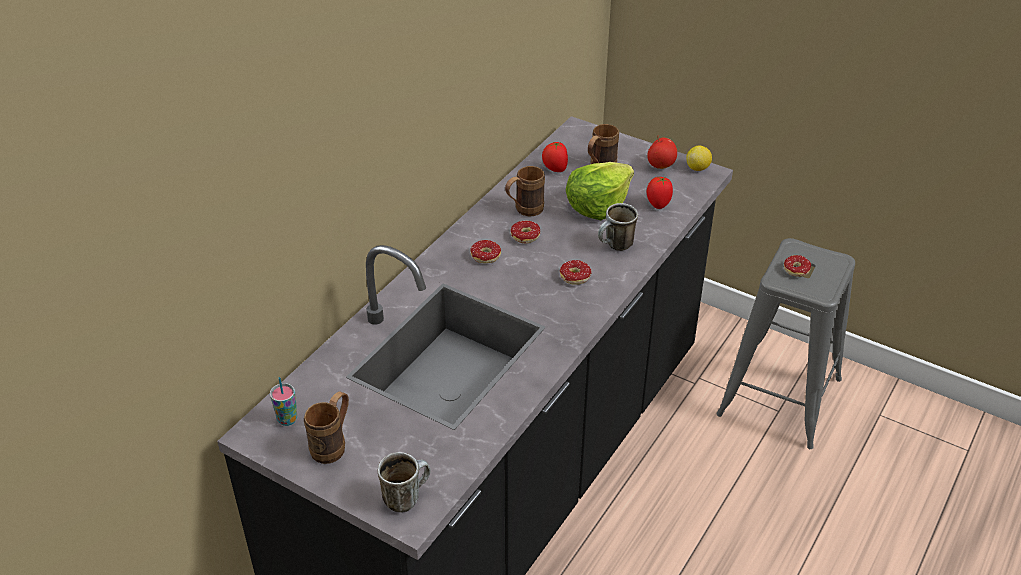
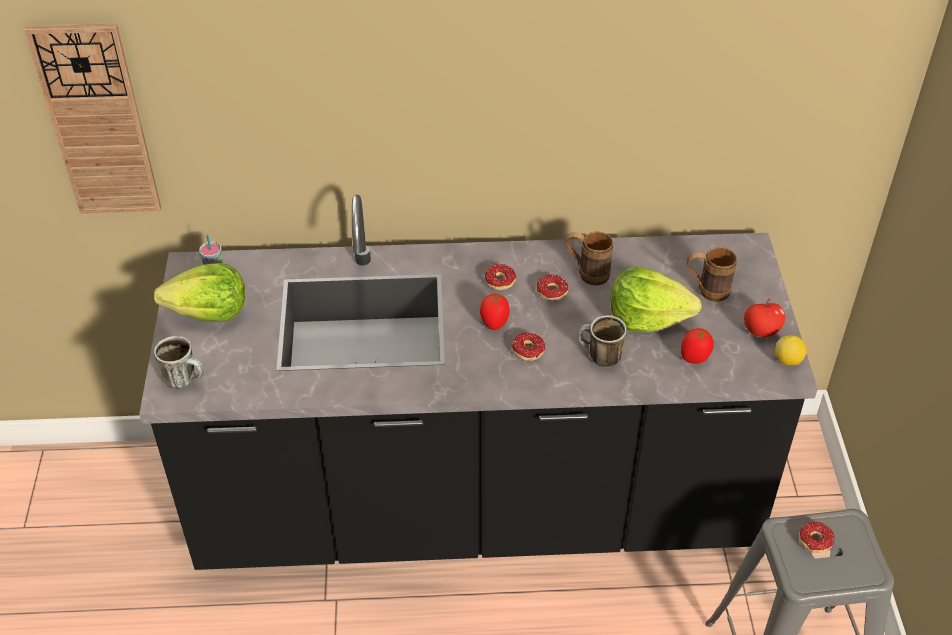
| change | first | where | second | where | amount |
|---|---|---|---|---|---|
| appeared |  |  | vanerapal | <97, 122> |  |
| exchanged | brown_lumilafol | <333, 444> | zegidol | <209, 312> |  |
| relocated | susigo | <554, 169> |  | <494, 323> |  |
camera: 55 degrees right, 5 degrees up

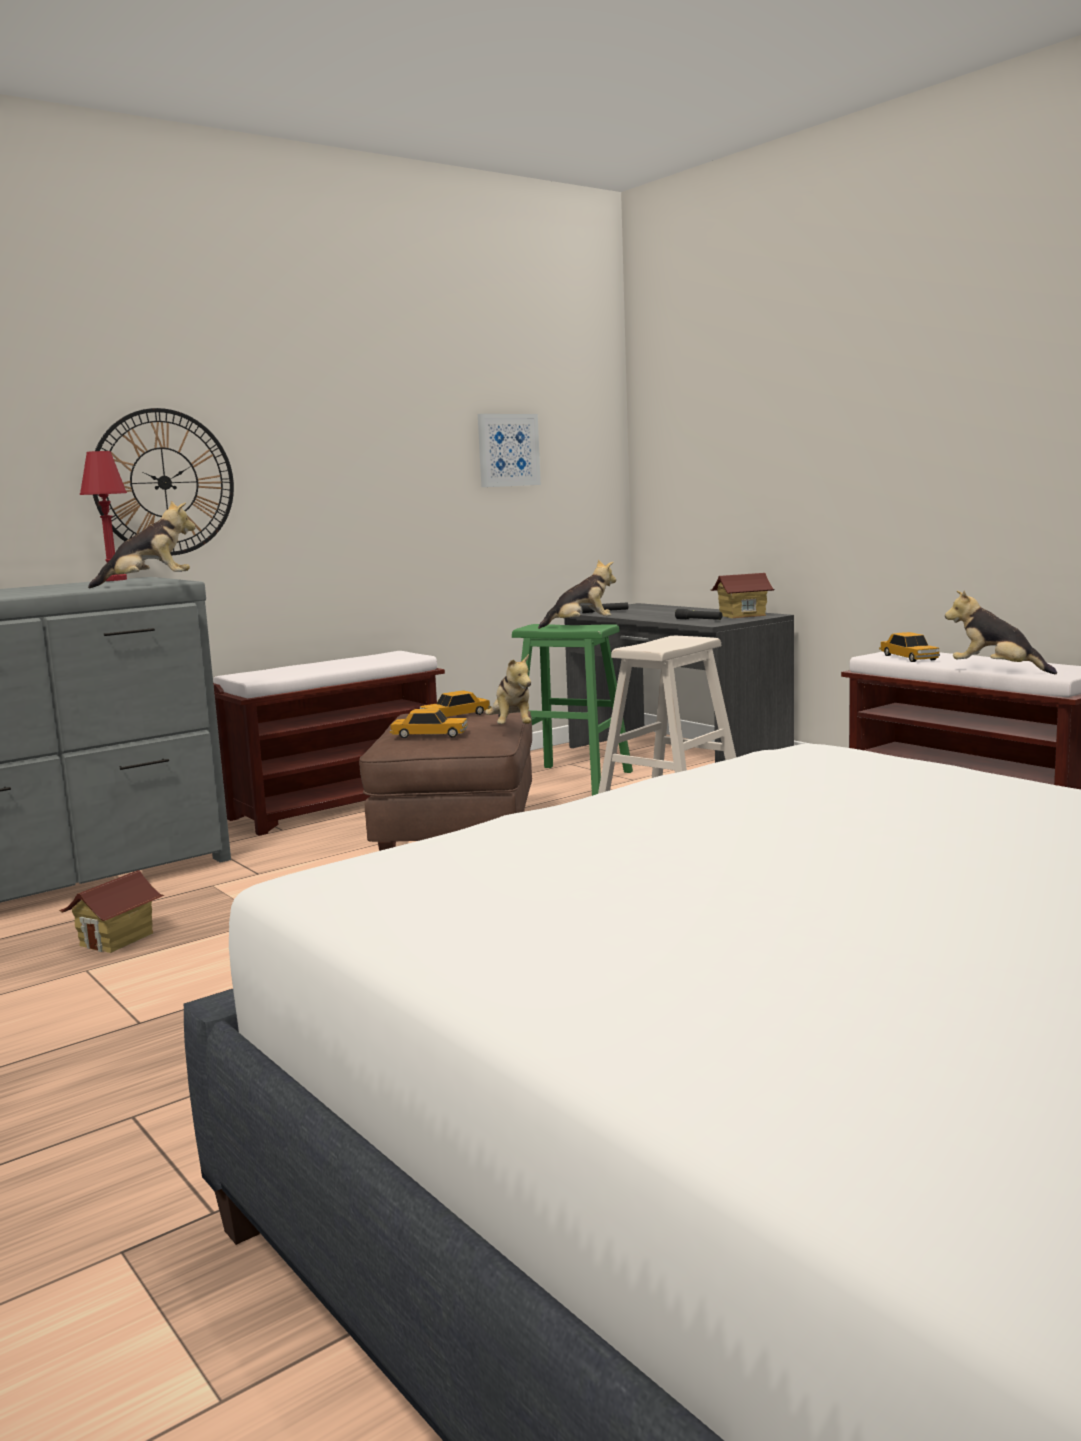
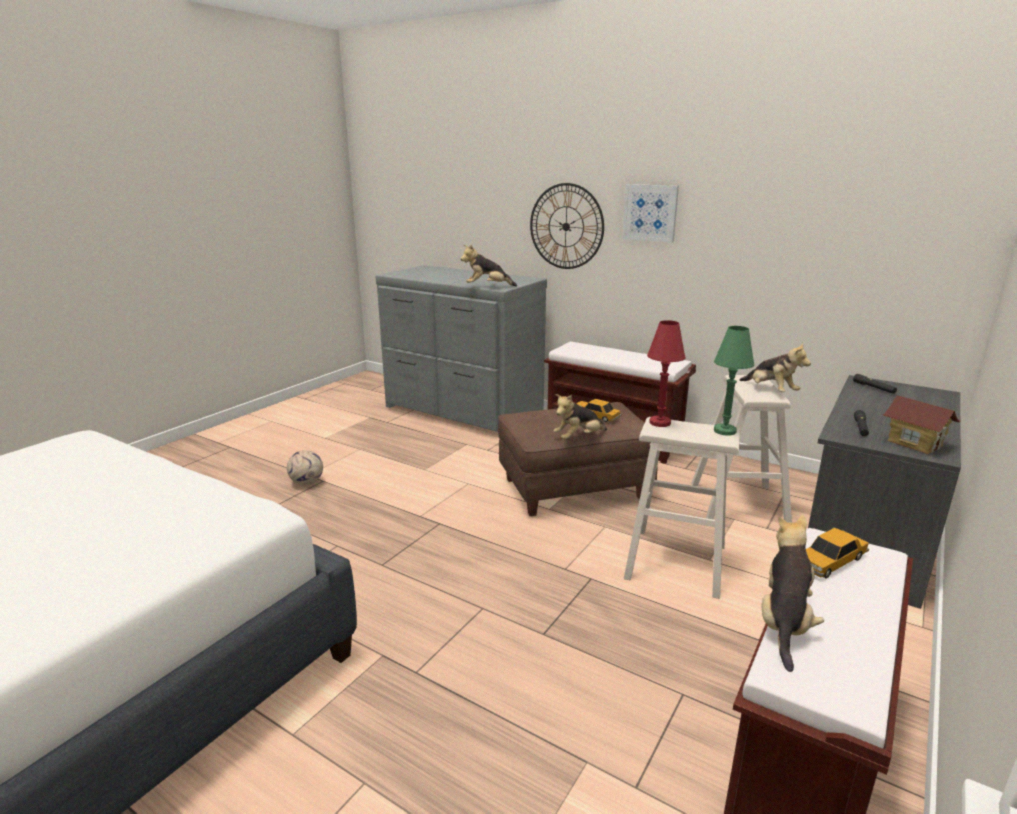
| change | first | where | second | where | amount |
|---|---|---|---|---|---|
| appeared |  |  | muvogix | <307, 482> |  |
| spun | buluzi | <148, 584> |  | <487, 287> | 120 degrees clockwise |
| relocated | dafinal | <508, 450> |  | <650, 213> |  |
| relocated | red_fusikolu | <113, 580> |  | <660, 422> |  |
| colour | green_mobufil | <571, 780> | beige_mobufil | <738, 502> |  |
| appeared |  |  | green_fusikolu | <724, 431> |  |
| missing | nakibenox | <117, 940> |  |  |  |
| missing | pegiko | <429, 735> |  |  |  |
camera: 70 degrees right, 10 degrees up

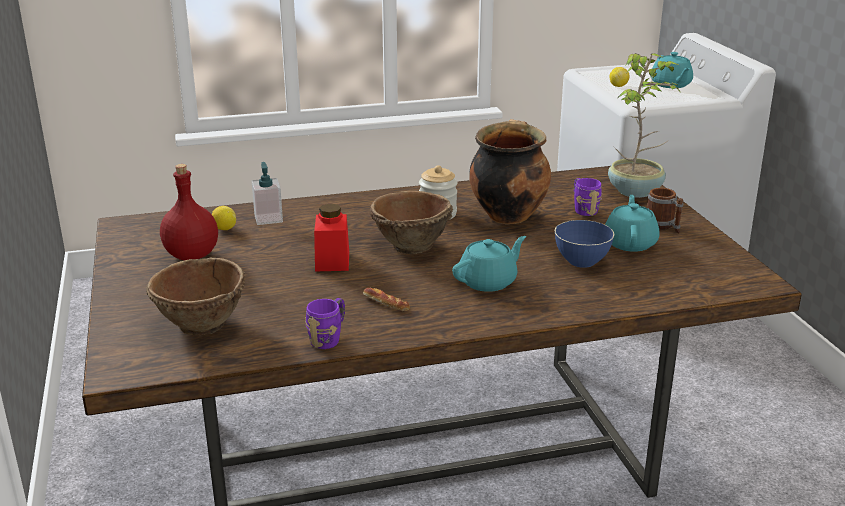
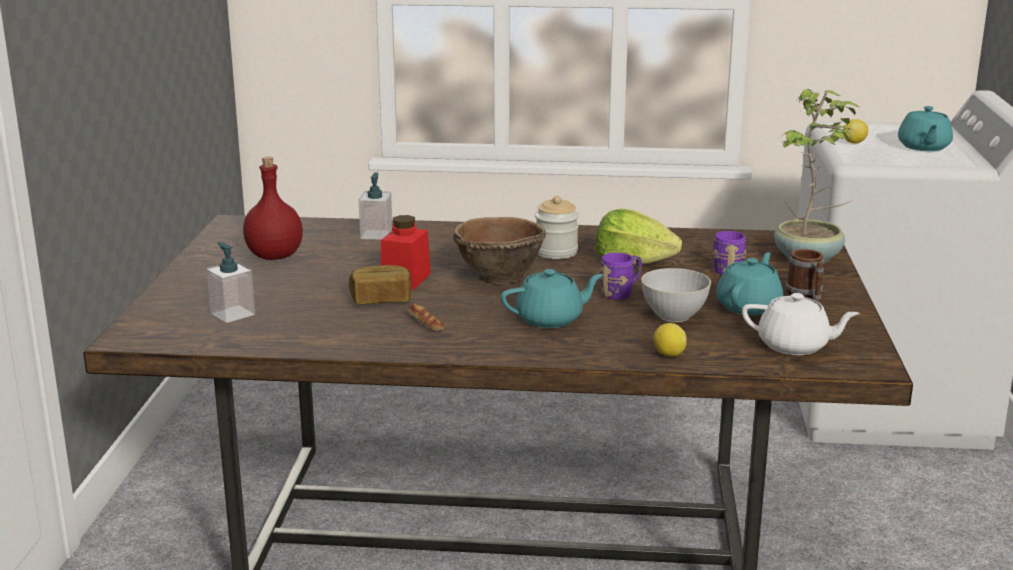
| change | first | where | second | where | amount |
|---|---|---|---|---|---|
| exchanged | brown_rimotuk | <201, 325> | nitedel | <232, 314> |  |
| appeared |  |  | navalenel | <381, 300> |  |
| exchanged | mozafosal | <507, 215> | zegidol | <633, 262> |  |
| relocated | purple_lumilafol | <329, 338> |  | <621, 293> |  |
| colour | blue_rimotuk | <581, 261> | grey_rimotuk | <674, 315> |  |
| relocated | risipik | <224, 229> |  | <669, 354> |  |
| appeared |  |  | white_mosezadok | <794, 346> |  |
camera: 20 degrees right, 5 degrees down

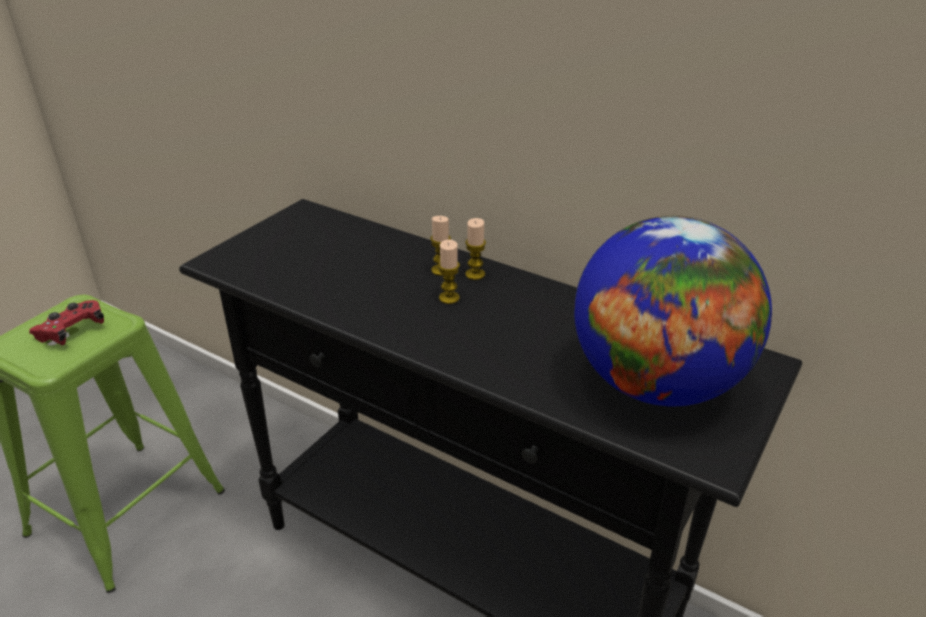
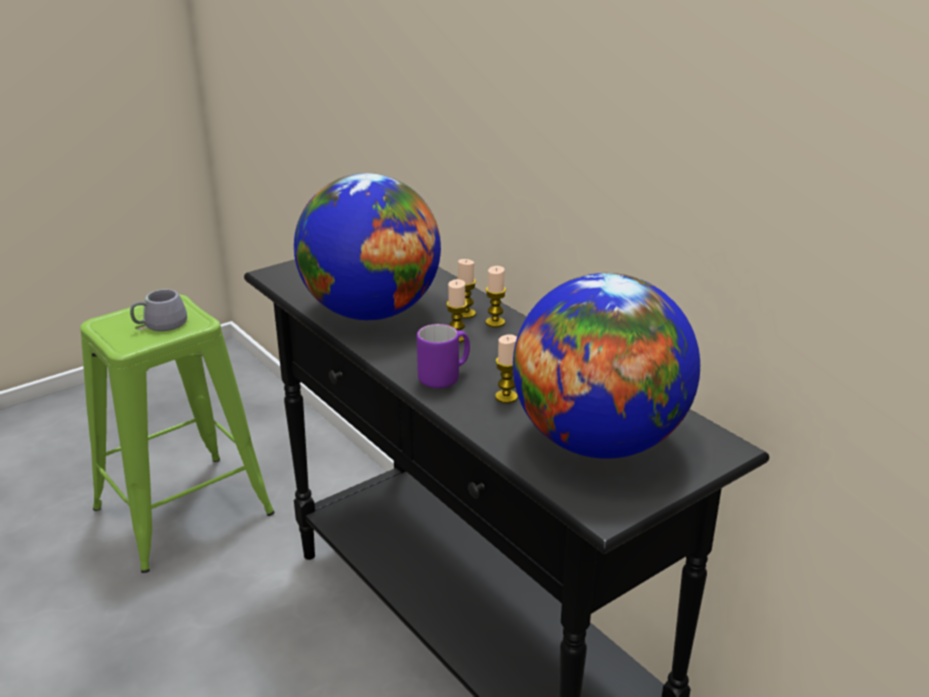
| change | first | where | second | where | amount |
|---|---|---|---|---|---|
| exchanged | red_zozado | <72, 332> | grey_lumilafol | <158, 322> |  |
| appeared |  |  | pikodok | <371, 312> |  |
| appeared |  |  | purple_lumilafol | <445, 377> |  |
| appeared |  |  | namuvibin | <506, 397> |  |
camera: 20 degrees right, 5 degrees down

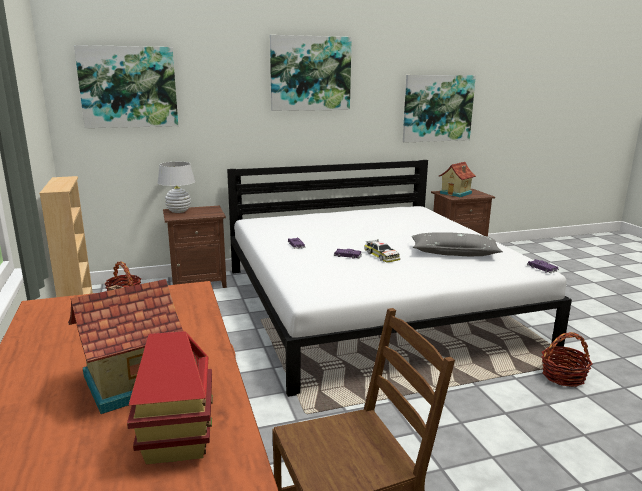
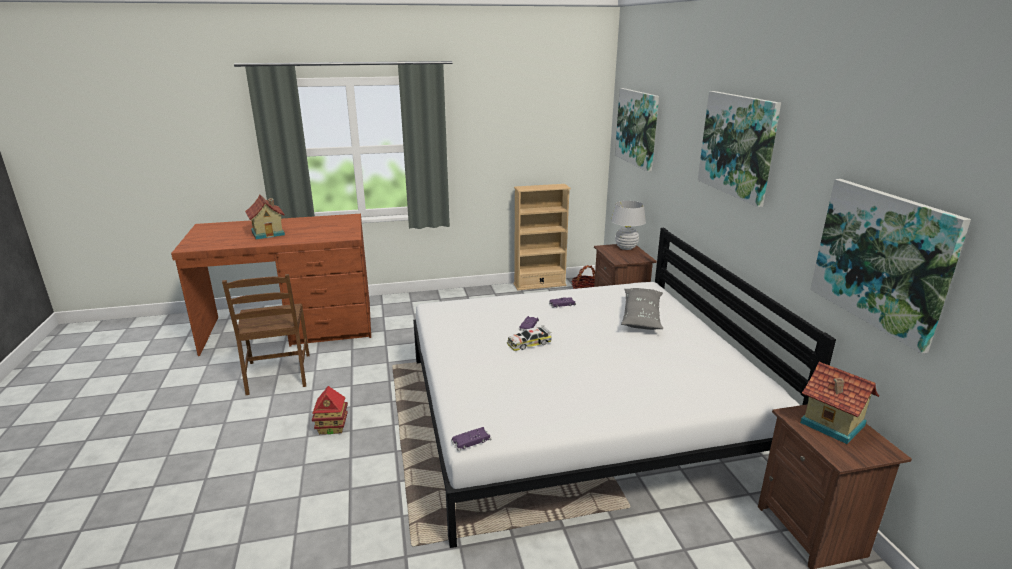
| change | first | where | second | where | amount |
|---|---|---|---|---|---|
| relocated | nakibenox | <177, 441> |  | <332, 427> |  |
| relocated | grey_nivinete | <454, 253> |  | <641, 316> |  |
| missing | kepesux | <563, 376> |  |  |  |
camera: 95 degrees right, 5 degrees up

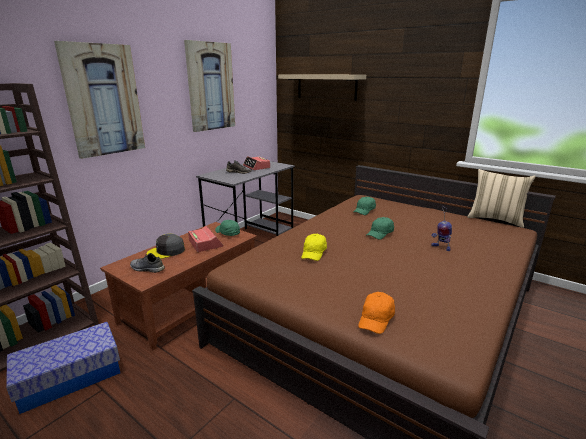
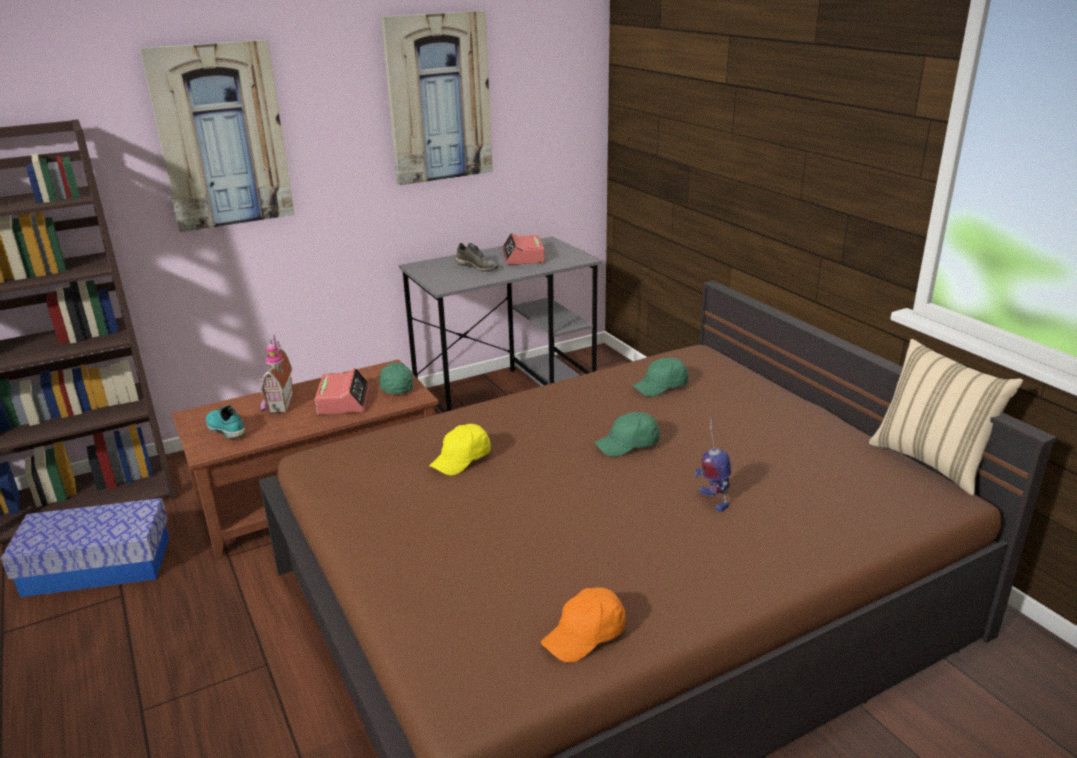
| change | first | where | second | where | amount |
|---|---|---|---|---|---|
| colour | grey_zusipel | <146, 269> | turquoise_zusipel | <225, 429> |  |
| exchanged | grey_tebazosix | <166, 251> | nakibenox | <276, 403> |  |
| relocated | orange_tebazosix | <376, 319> |  | <586, 636> |  |
| missing | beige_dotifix | <326, 87> |  |  |  |
camera: 25 degrees right, 5 degrees up

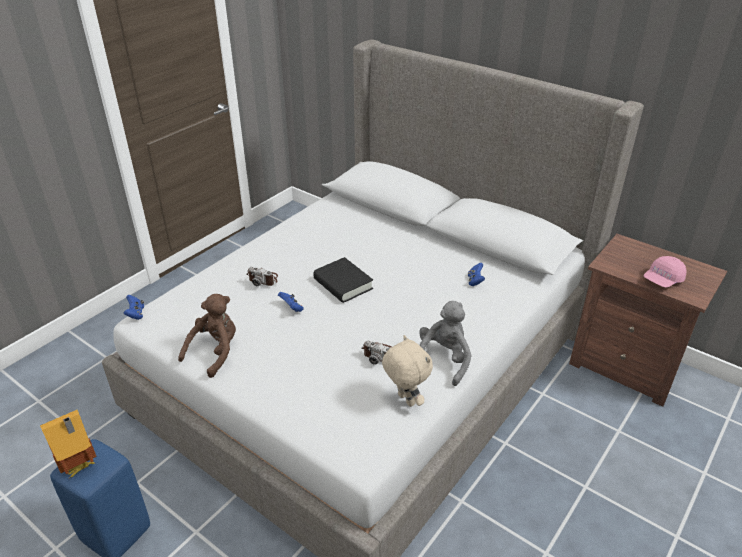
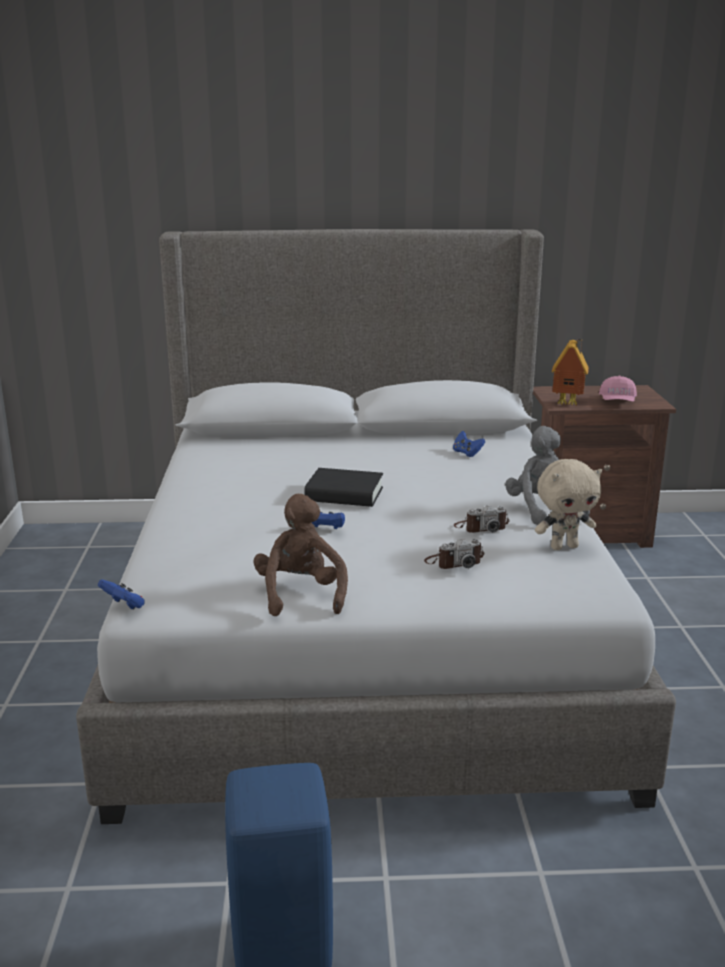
| change | first | where | second | where | amount |
|---|---|---|---|---|---|
| relocated | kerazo | <263, 279> |  | <454, 562> |  |
| spun | beige_buluzi | <405, 400> |  | <564, 546> | 150 degrees clockwise |
| relocated | nakibenox | <80, 467> |  | <569, 403> |  |
camera: 40 degrees left, 15 degrees down

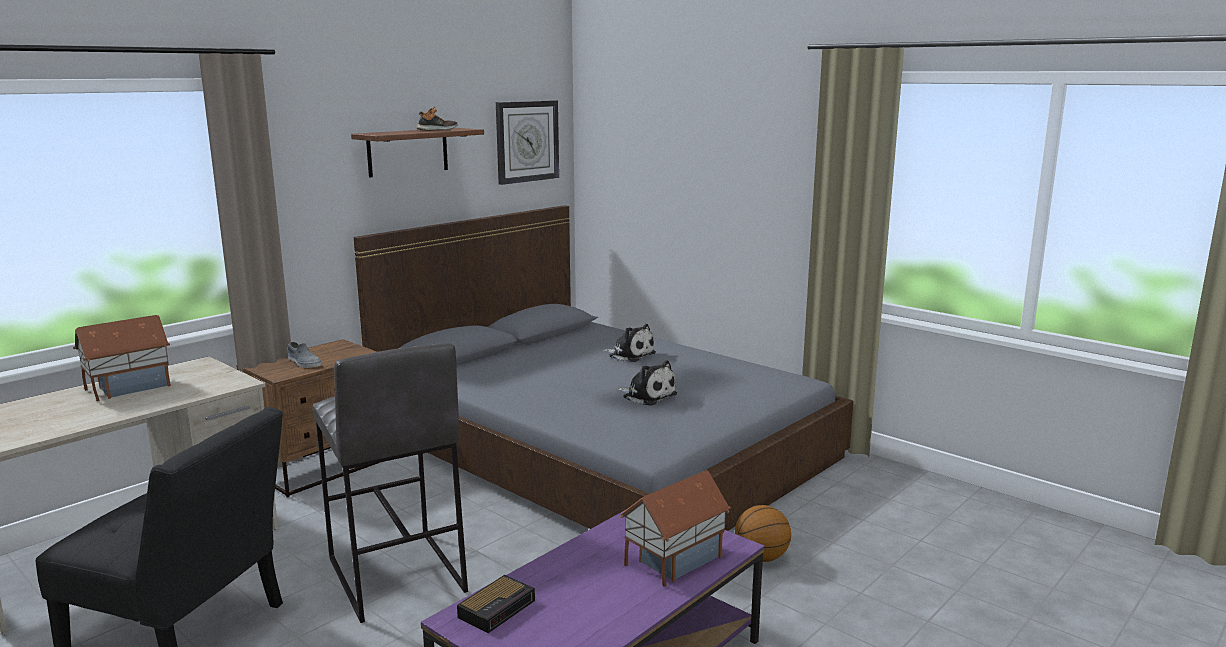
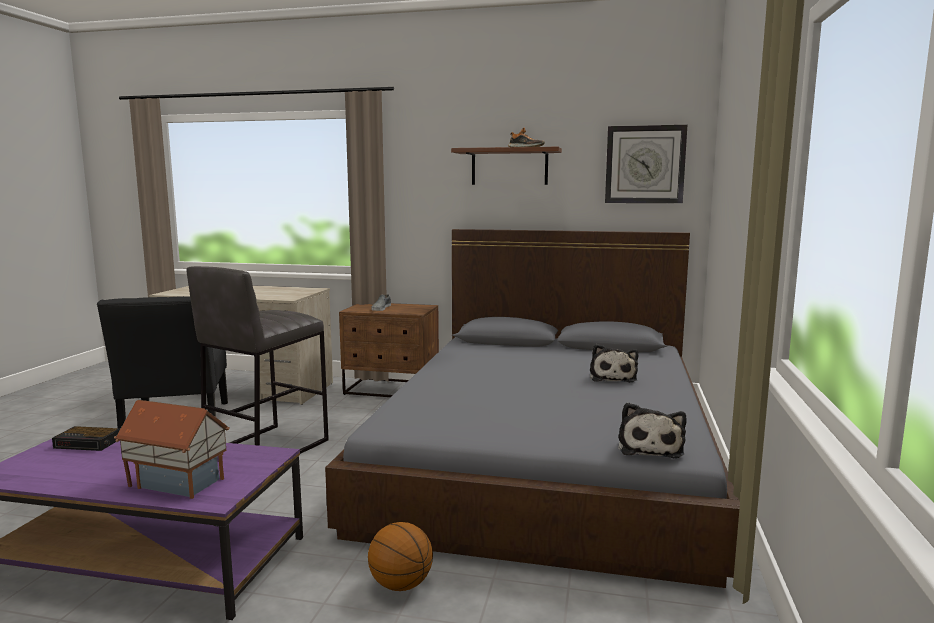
| change | first | where | second | where | amount |
|---|---|---|---|---|---|
| relocated | buluzi | <647, 396> |  | <650, 447> |  |
| missing | nakibenox | <127, 387> |  |  |  |
camera: 60 degrees right, 5 degrees down

